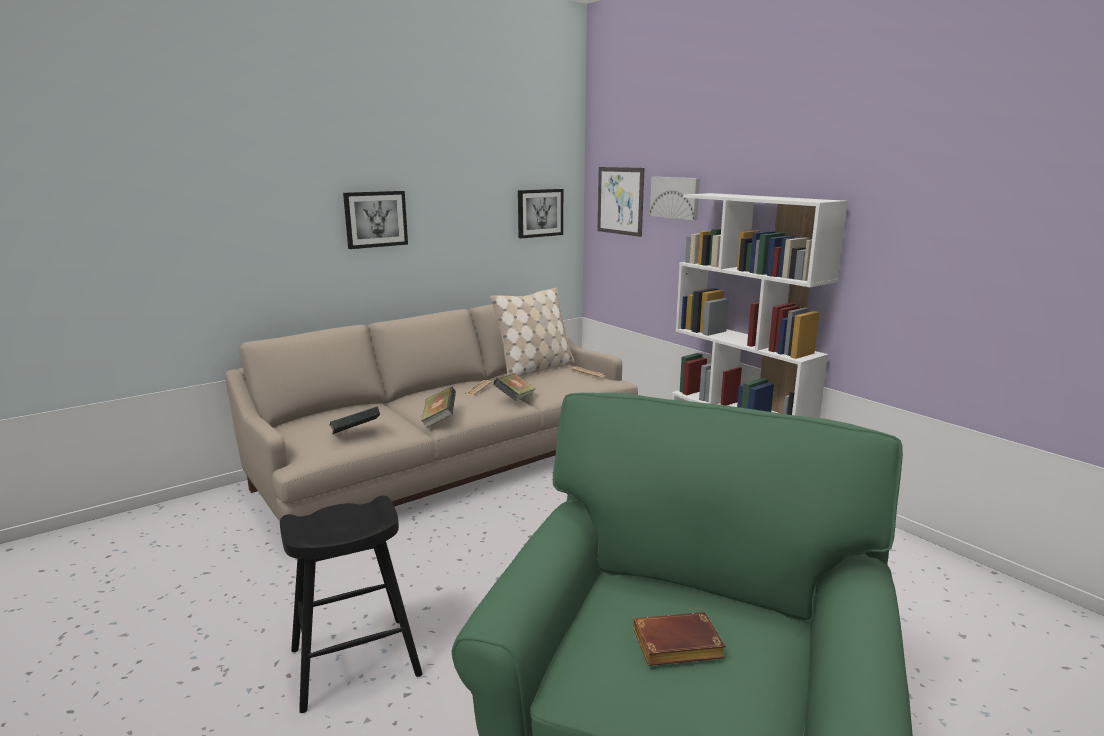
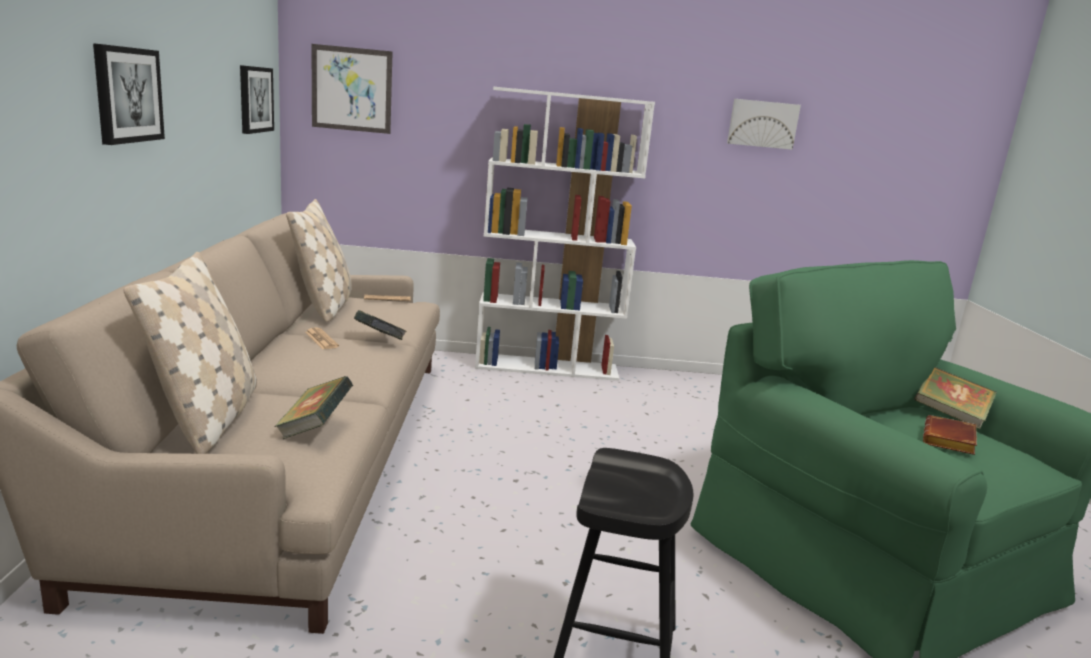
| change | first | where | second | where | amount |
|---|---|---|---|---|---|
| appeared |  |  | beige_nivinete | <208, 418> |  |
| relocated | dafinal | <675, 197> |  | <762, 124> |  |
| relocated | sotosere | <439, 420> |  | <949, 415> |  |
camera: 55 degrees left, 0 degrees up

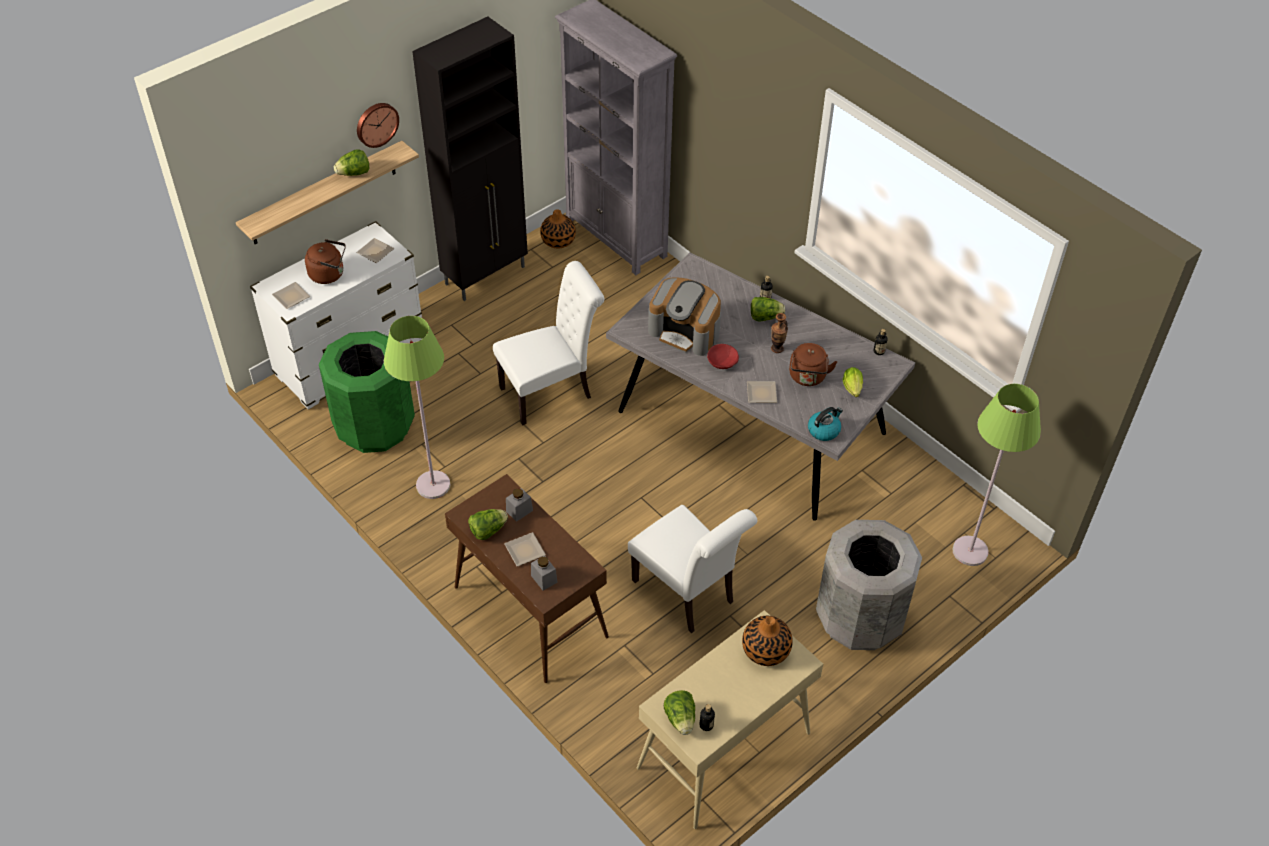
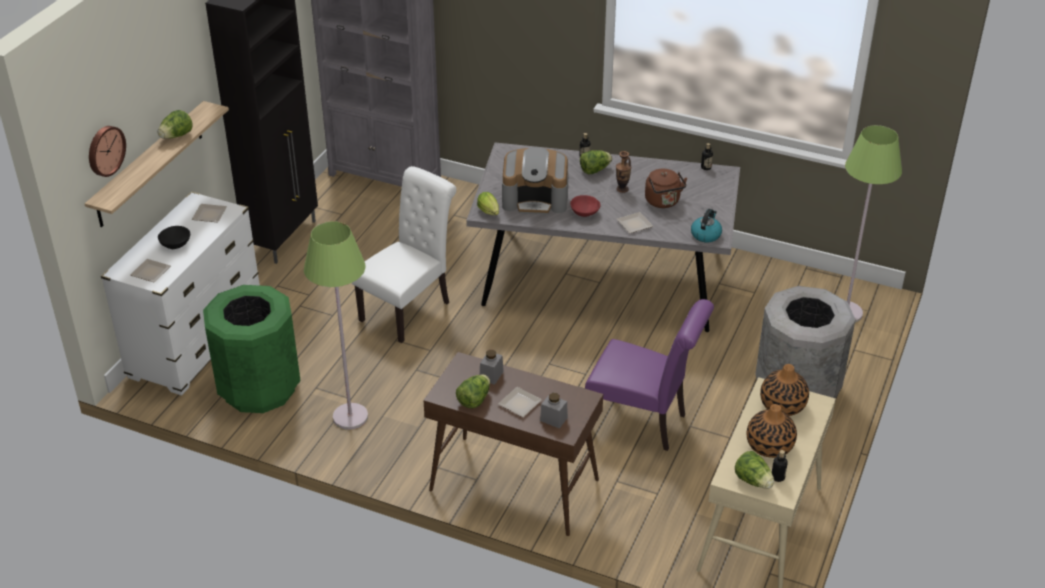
| change | first | where | second | where | amount |
|---|---|---|---|---|---|
| relocated | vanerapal | <376, 124> |  | <105, 150> |  |
| exchanged | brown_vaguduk | <329, 274> | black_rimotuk | <176, 244> |  |
| relocated | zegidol | <852, 390> |  | <489, 213> |  |
| colour | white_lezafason | <688, 594> | purple_lezafason | <643, 423> |  |
| relocated | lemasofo | <558, 240> |  | <769, 445> |  |
camera: 25 degrees left, 10 degrees down

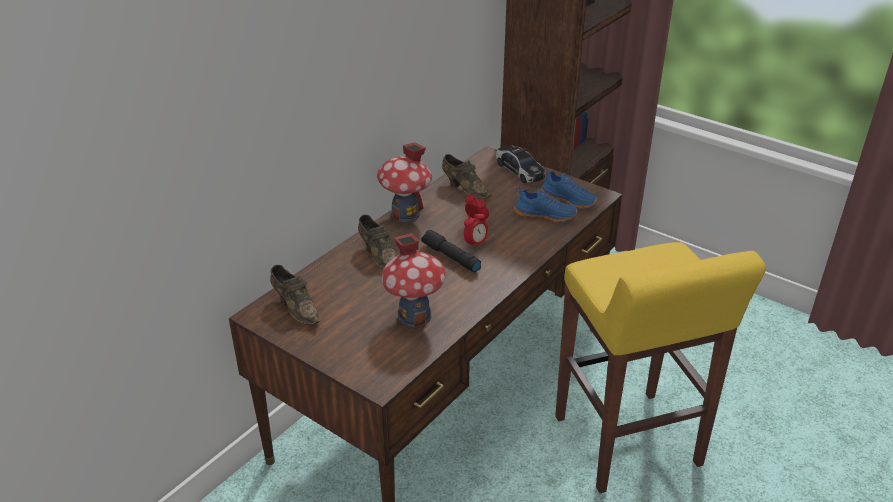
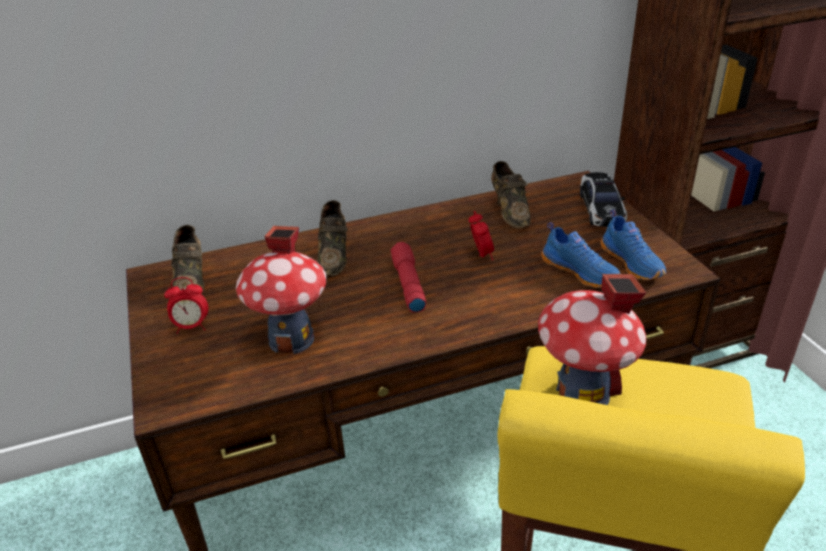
| change | first | where | second | where | amount |
|---|---|---|---|---|---|
| relocated | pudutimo | <475, 244> |  | <192, 327> |  |
| colour | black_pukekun | <450, 257> | red_pukekun | <407, 284> |  |
| relocated | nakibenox | <405, 214> |  | <583, 394> |  |
camera: 35 degrees right, 0 degrees up

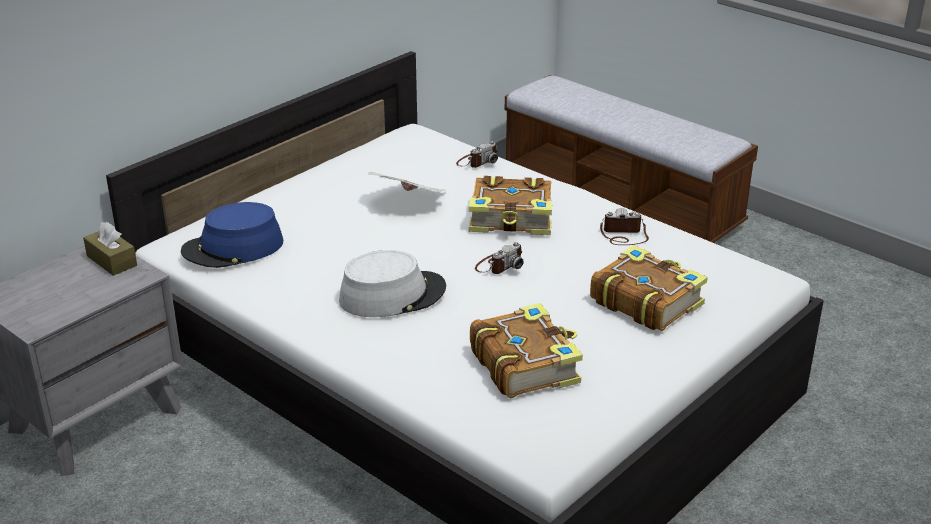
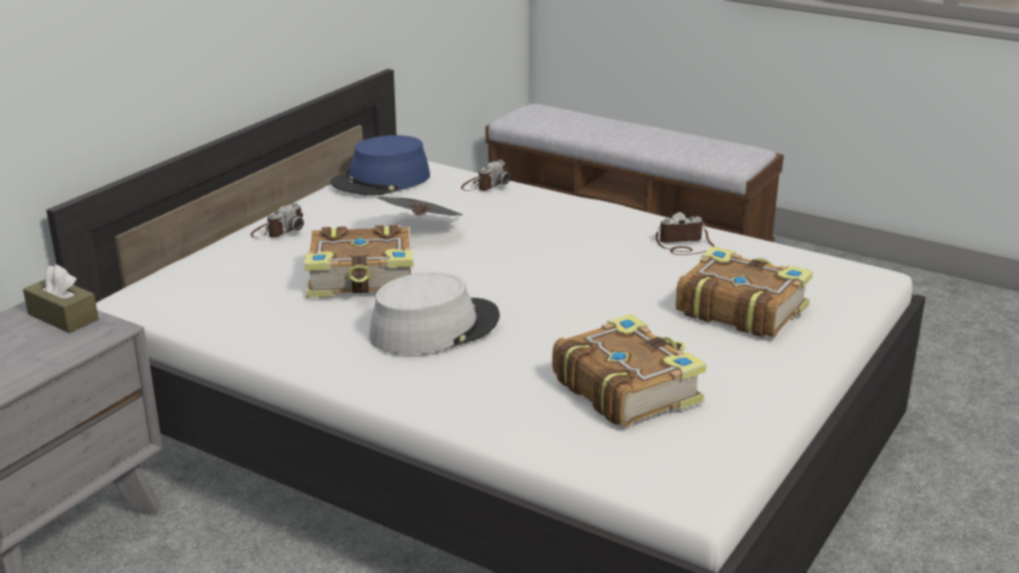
| change | first | where | second | where | amount |
|---|---|---|---|---|---|
| relocated | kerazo | <499, 265> |  | <278, 230> |  |
| relocated | sotosere | <512, 219> |  | <363, 279> |  |
| relocated | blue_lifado | <233, 248> |  | <381, 181> |  |
camera: 10 degrees left, 5 degrees down

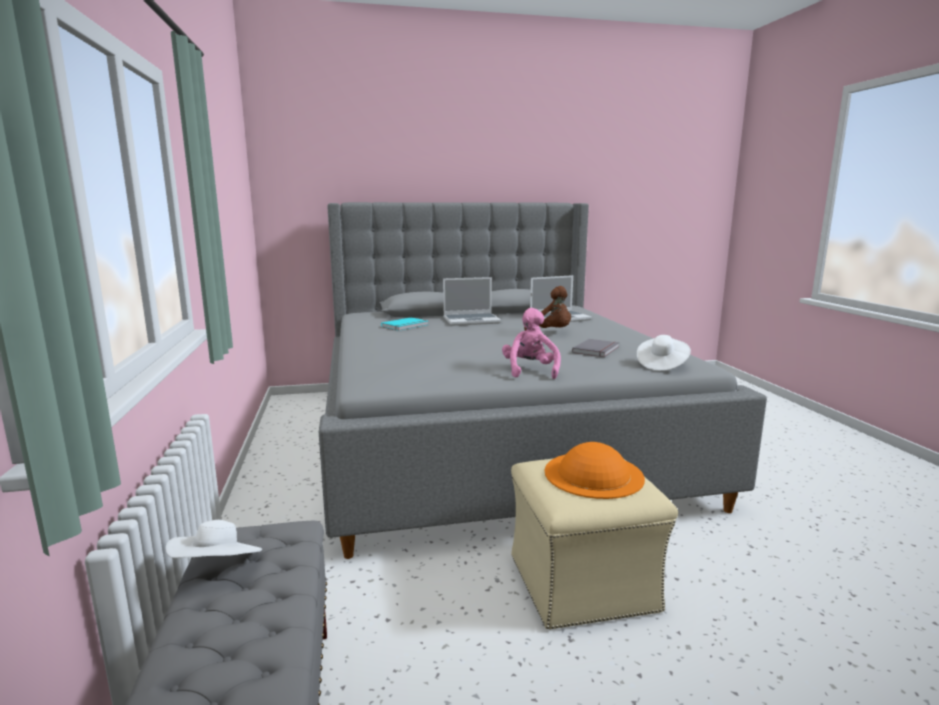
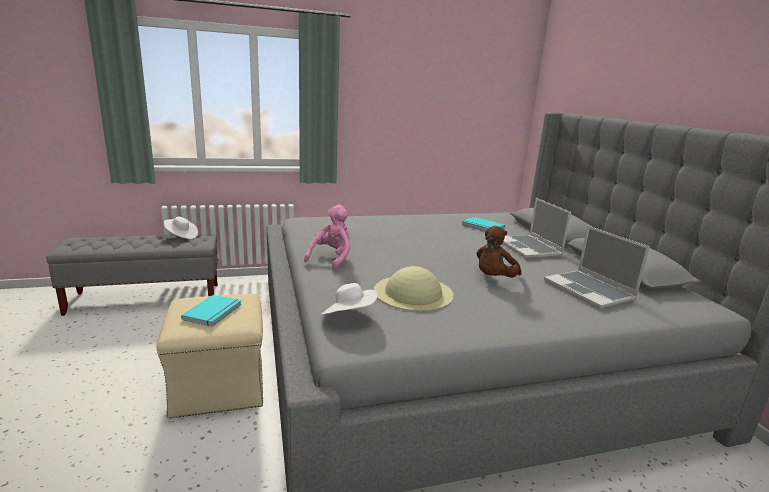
| change | first | where | second | where | amount |
|---|---|---|---|---|---|
| exchanged | orange_lifado | <593, 474> | turquoise_sotosere | <214, 312> |  |
| spun | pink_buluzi | <530, 371> |  | <332, 259> | 60 degrees counterclockwise |
| exchanged | grey_sotosere | <597, 350> | beige_lifado | <413, 292> |  |
camera: 85 degrees right, 5 degrees up

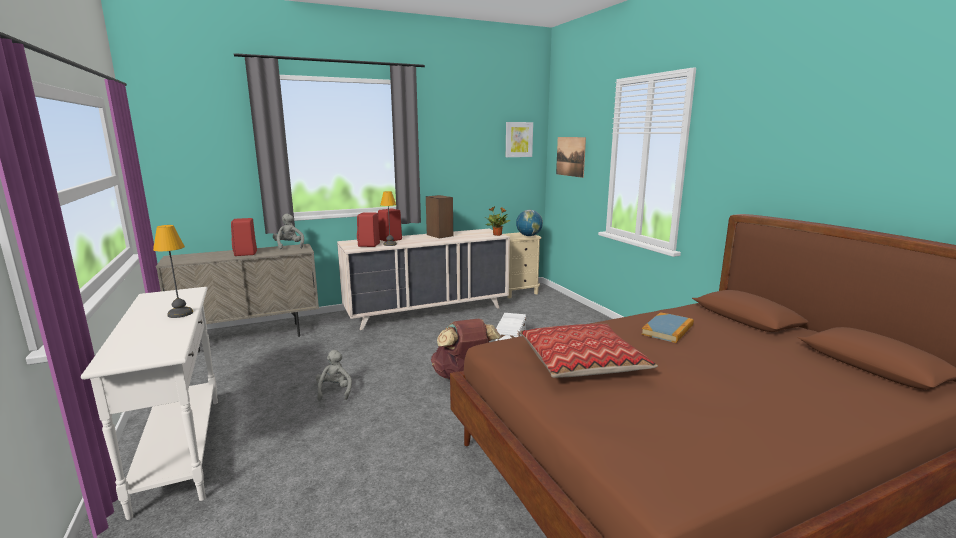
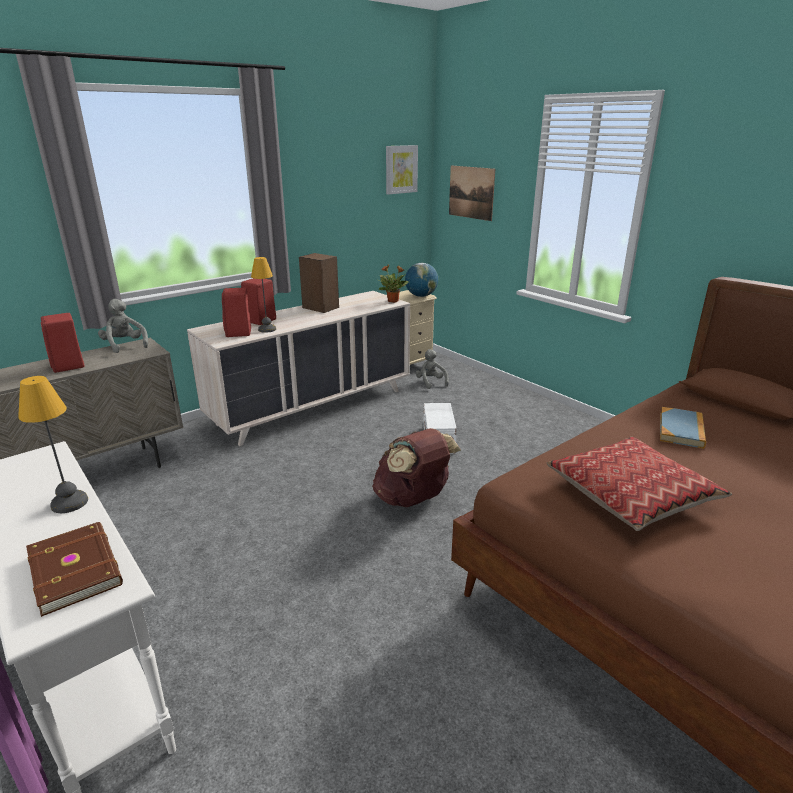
| change | first | where | second | where | amount |
|---|---|---|---|---|---|
| appeared |  |  | brown_sotosere | <77, 568> |  |
| relocated | grey_buluzi | <335, 391> |  | <431, 382> |  |
camera: 15 degrees left, 10 degrees up

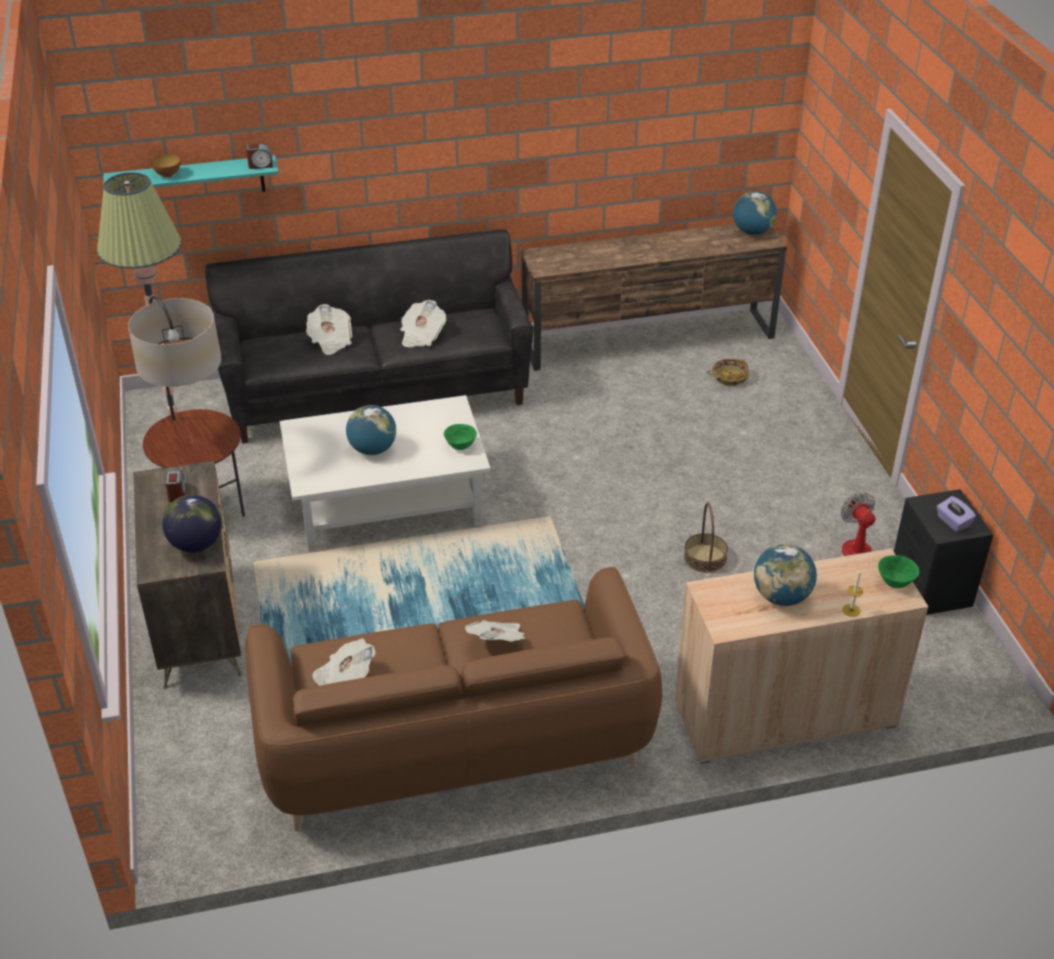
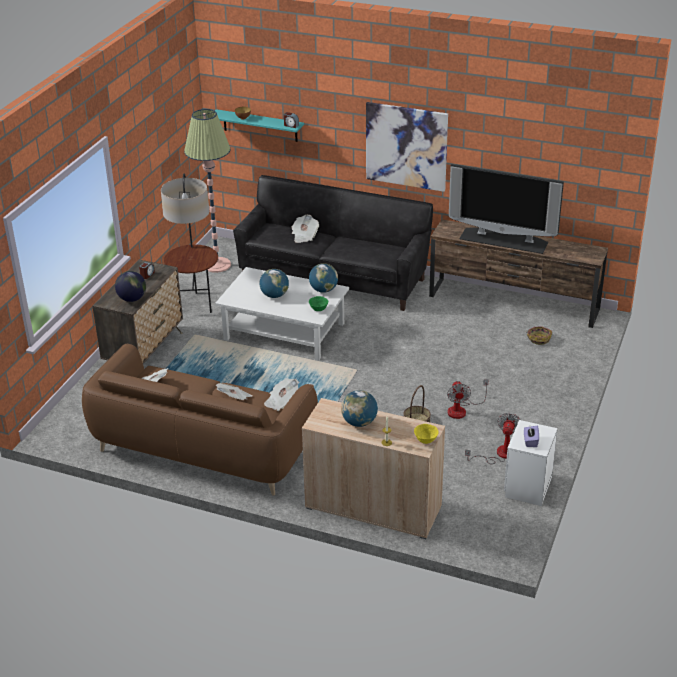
| change | first | where | second | where | amount |
|---|---|---|---|---|---|
| relocated | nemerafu | <421, 336> |  | <282, 402> |  |
| relocated | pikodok | <752, 232> |  | <323, 290> |  |
| appeared |  |  | dafinal | <406, 146> |  |
| colour | green_rimotuk | <895, 582> | yellow_rimotuk | <425, 440> |  |
| appeared |  |  | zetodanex | <461, 409> |  |
| appeared |  |  | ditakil | <504, 240> |  |
| colour | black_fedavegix | <930, 589> | white_fedavegix | <527, 487> |  |
camera: 35 degrees right, 5 degrees down

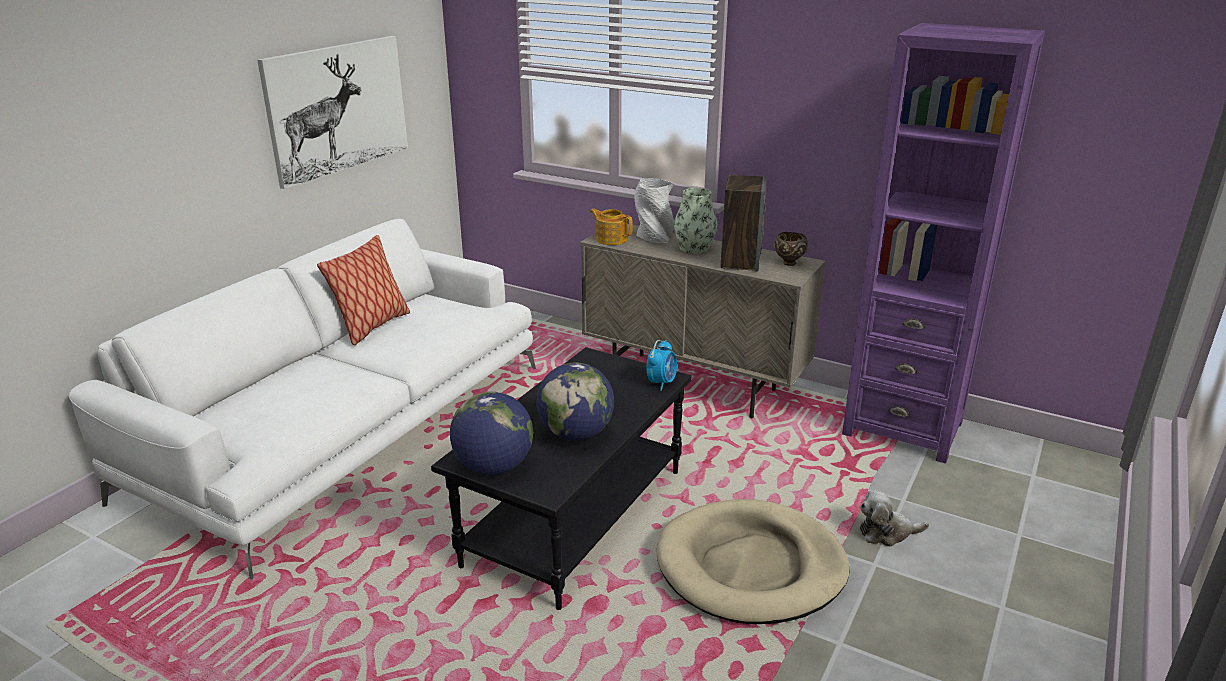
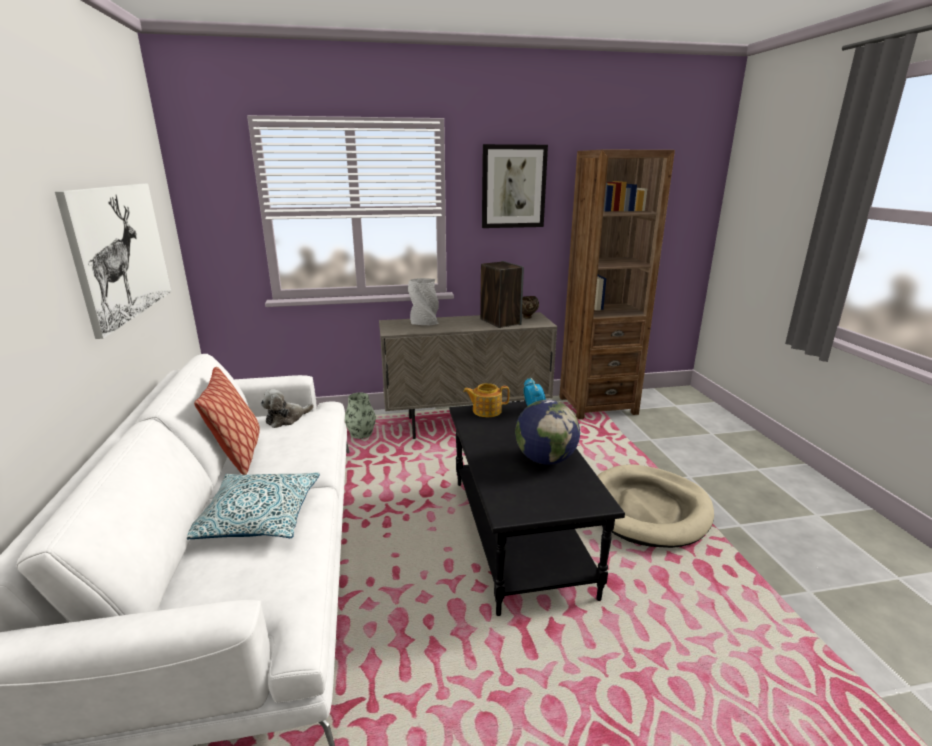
| change | first | where | second | where | amount |
|---|---|---|---|---|---|
| appeared |  |  | nivinete | <258, 517> |  |
| relocated | buluzi | <887, 532> |  | <286, 419> |  |
| relocated | lemasofo | <694, 248> |  | <361, 434> |  |
| relocated | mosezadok | <611, 239> |  | <486, 411> |  |
| appeared |  |  | dafinal | <513, 187> |  |
| colour | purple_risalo | <902, 428> | brown_risalo | <597, 405> |  |
| missing | pikodok | <494, 467> |  |  |  |
camera: 40 degrees left, 5 degrees down

